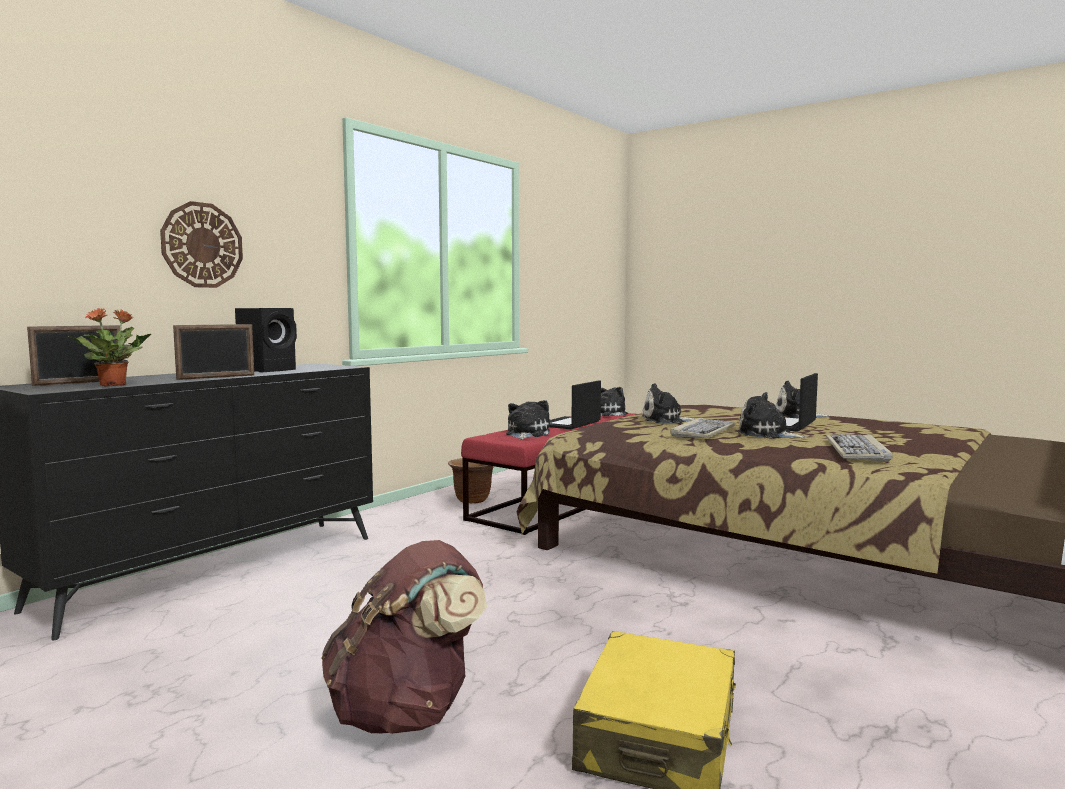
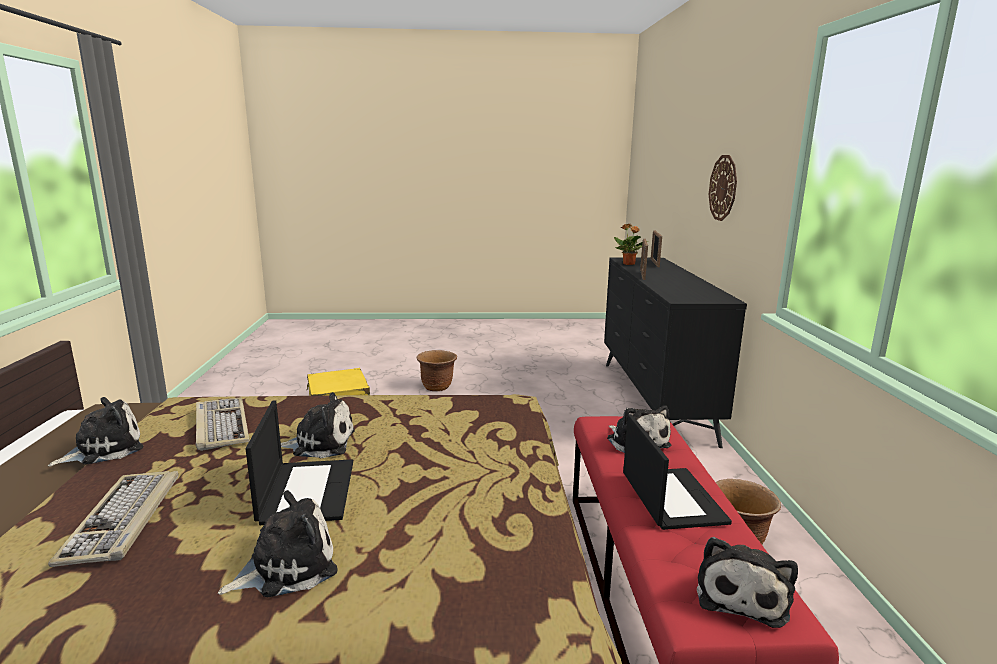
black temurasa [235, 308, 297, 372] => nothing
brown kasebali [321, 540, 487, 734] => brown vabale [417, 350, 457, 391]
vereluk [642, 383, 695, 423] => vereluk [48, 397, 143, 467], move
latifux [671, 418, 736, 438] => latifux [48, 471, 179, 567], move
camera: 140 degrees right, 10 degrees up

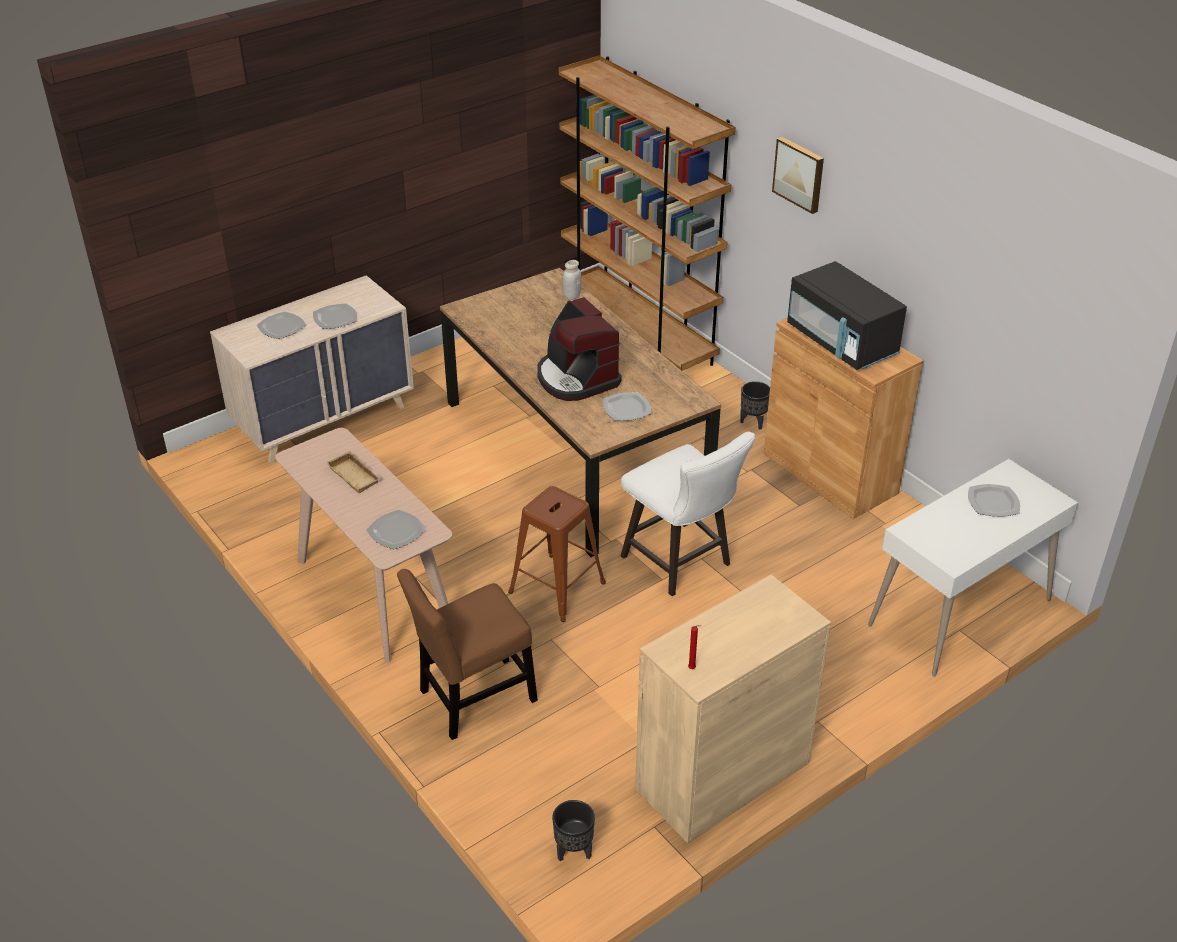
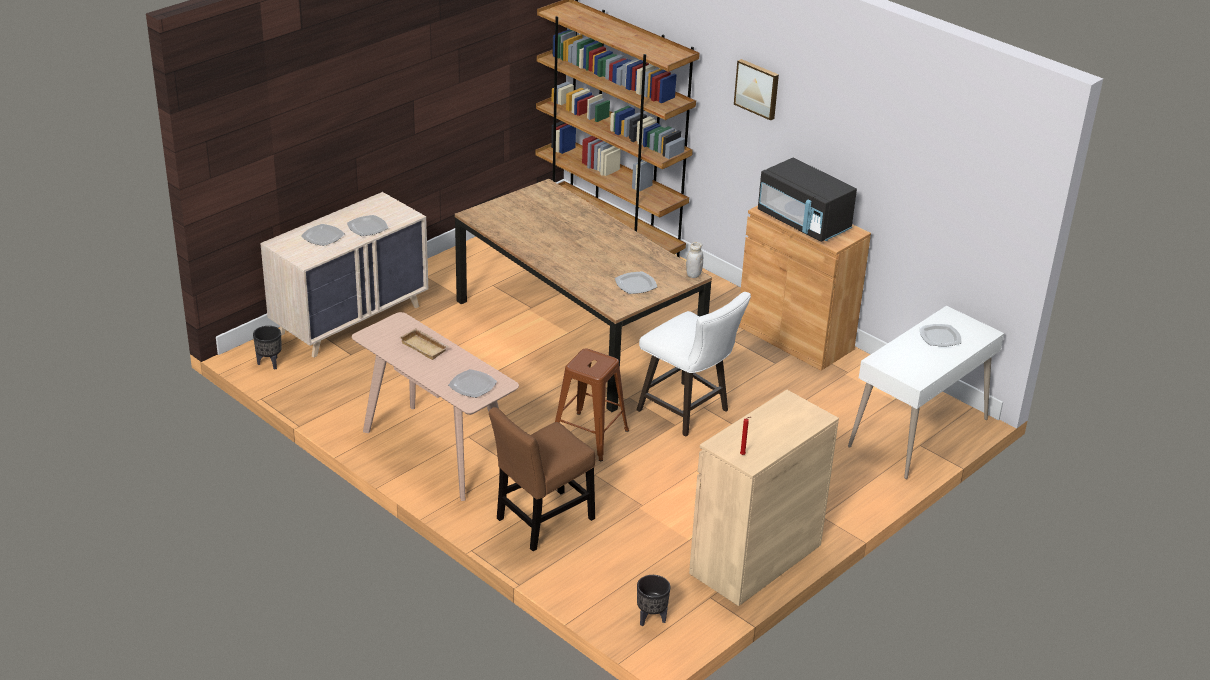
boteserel [537, 297, 622, 401] => nothing
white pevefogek [562, 260, 582, 300] => white pevefogek [686, 242, 703, 278], move
black vabale [740, 381, 770, 430] => black vabale [253, 326, 282, 370], move
camera: 10 degrees left, 5 degrees down

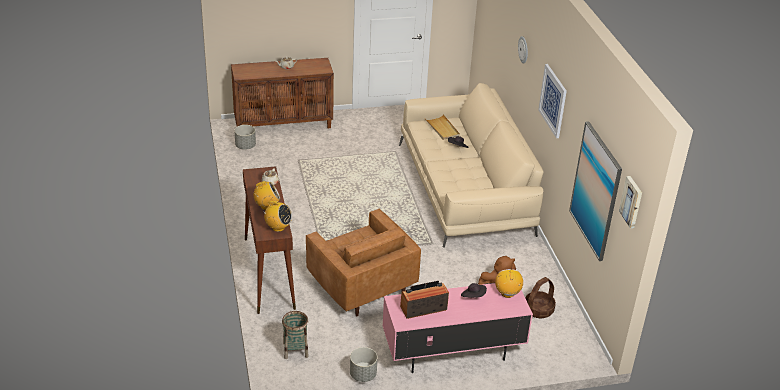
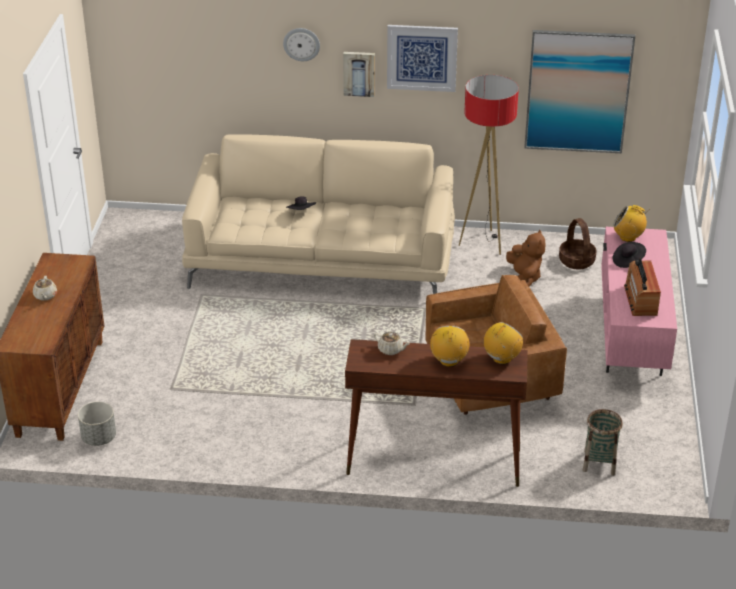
grey vabale [350, 347, 378, 382] => nothing
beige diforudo [425, 114, 460, 140] => nothing
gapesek [619, 176, 642, 228] => gapesek [343, 52, 375, 97], move
nothing => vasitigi [459, 75, 519, 255]
camera: 70 degrees left, 0 degrees up

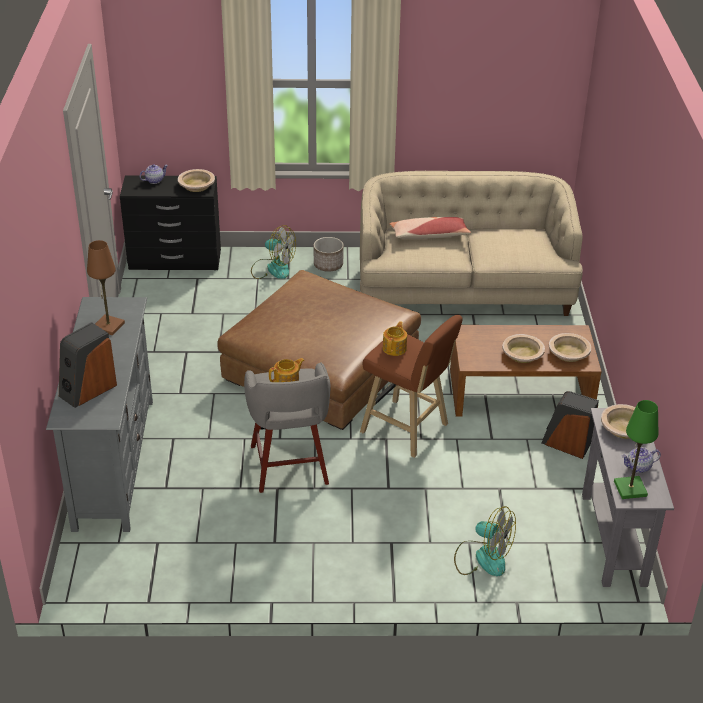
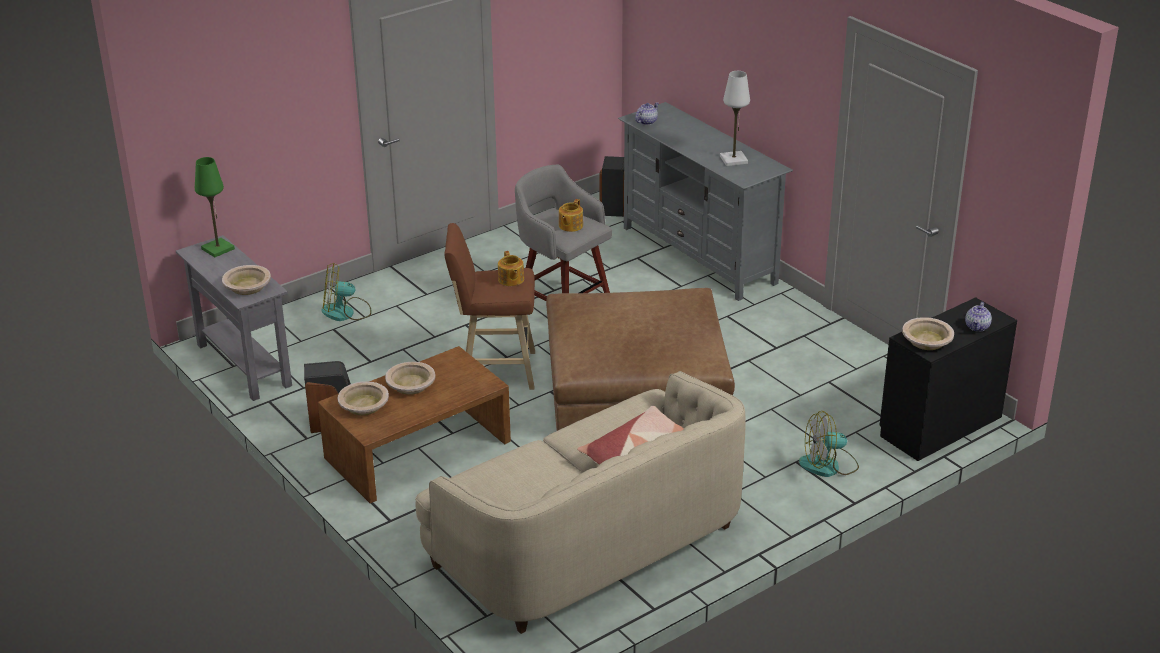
temurasa [59, 322, 117, 408] => temurasa [599, 156, 624, 217], move
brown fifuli [87, 240, 125, 335] => white fifuli [720, 71, 750, 166]
vabale [314, 237, 344, 272] => nothing
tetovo [622, 447, 661, 473] => tetovo [635, 102, 659, 125], move
camera: 145 degrees right, 5 degrees down

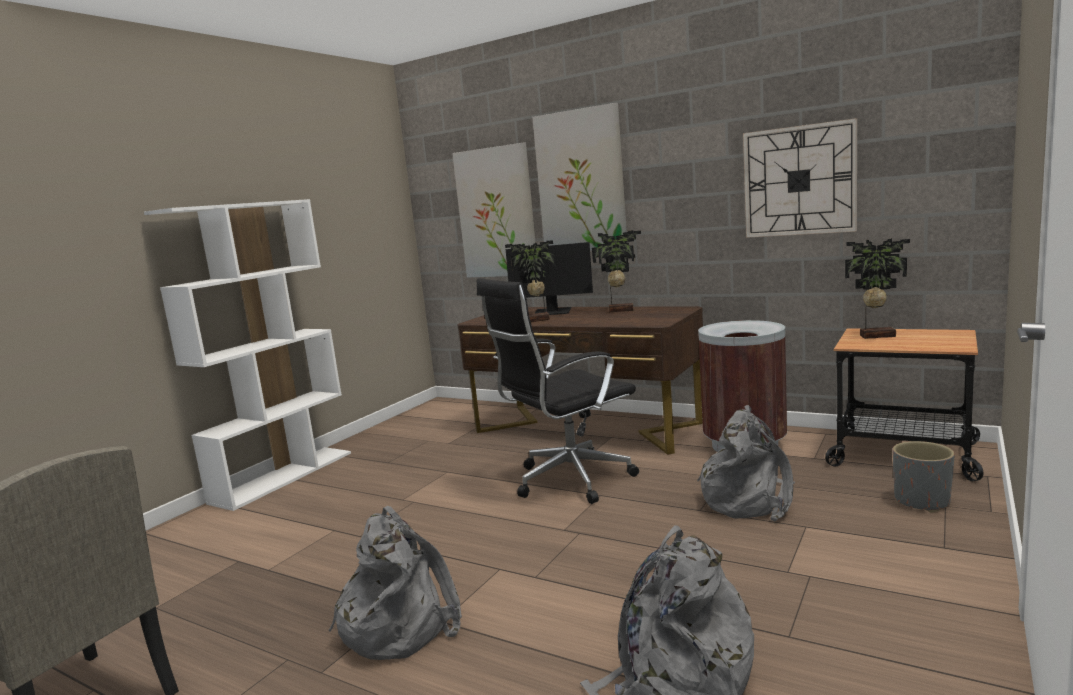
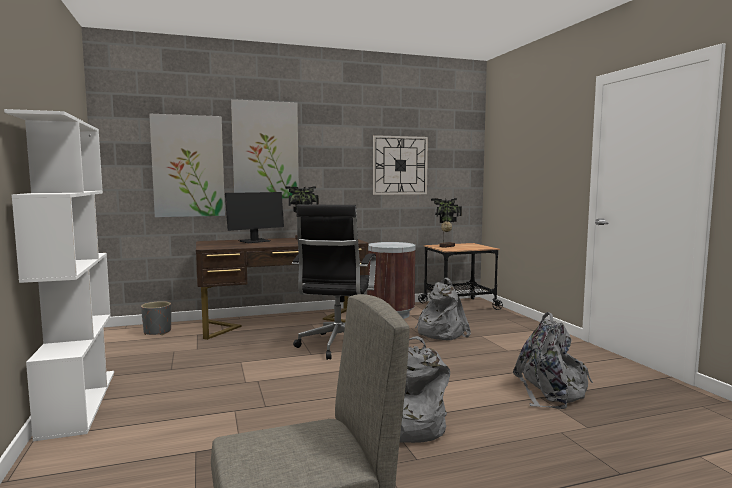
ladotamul [505, 240, 557, 322] => nothing
grey vabale [893, 441, 955, 513] => grey vabale [141, 301, 171, 335], move
camera: 50 degrees left, 5 degrees down

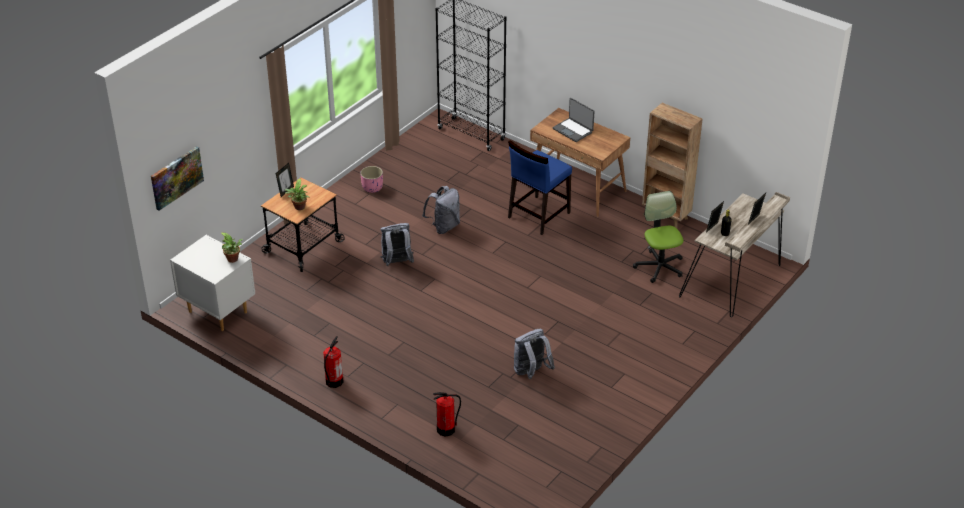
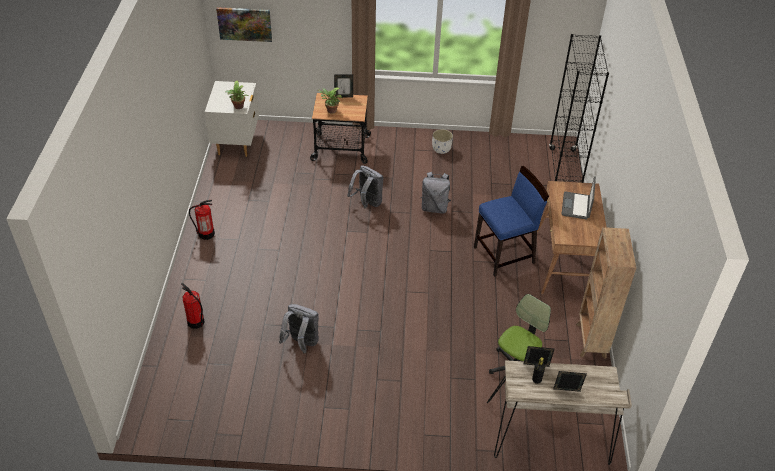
pink vabale [360, 166, 383, 193] => white vabale [432, 129, 453, 154]
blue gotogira [508, 140, 572, 235] => blue gotogira [474, 166, 549, 277], 150 degrees clockwise
camera: 55 degrees right, 5 degrees up

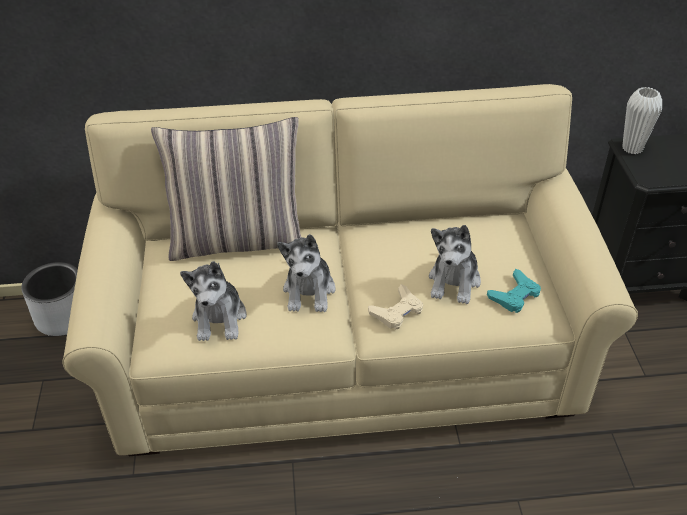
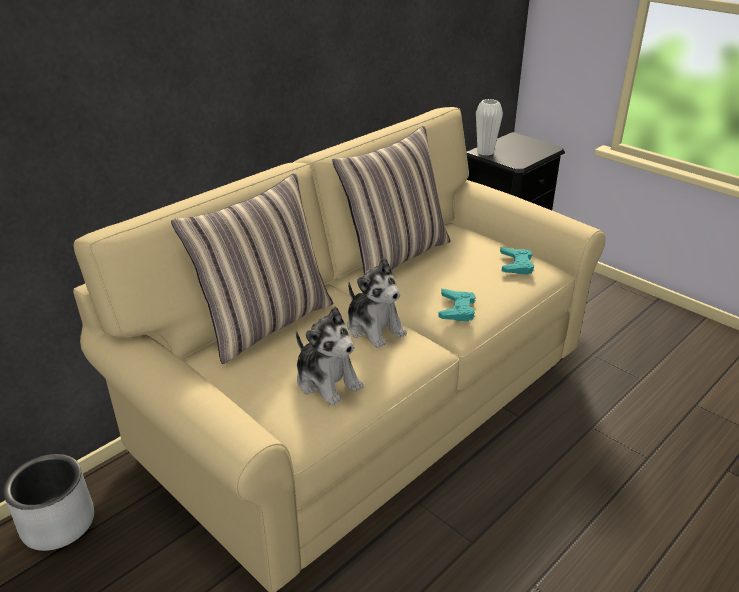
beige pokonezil [368, 284, 423, 330] => turquoise pokonezil [438, 289, 476, 321]
vereluk [429, 225, 481, 304] => nothing
nothing => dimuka [332, 126, 451, 273]
camera: 40 degrees left, 10 degrees down

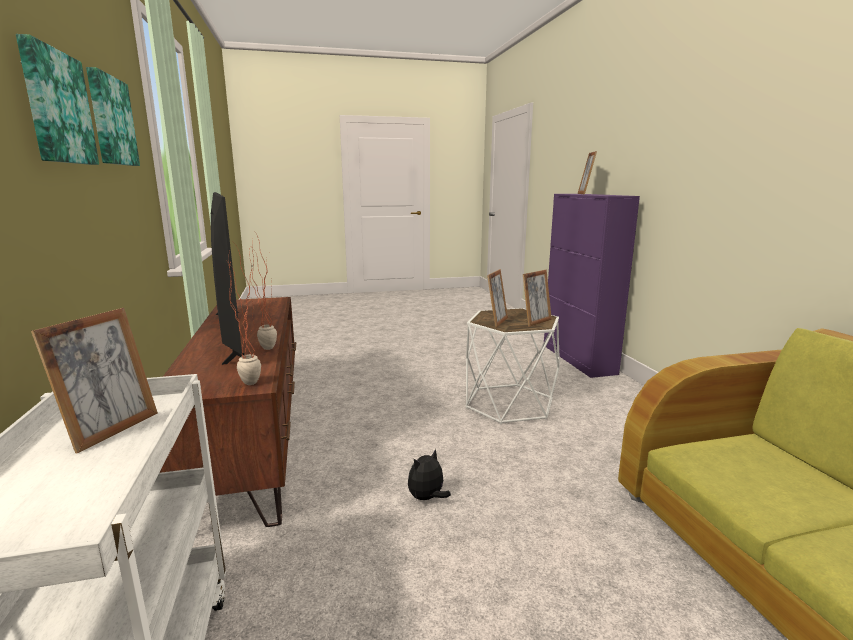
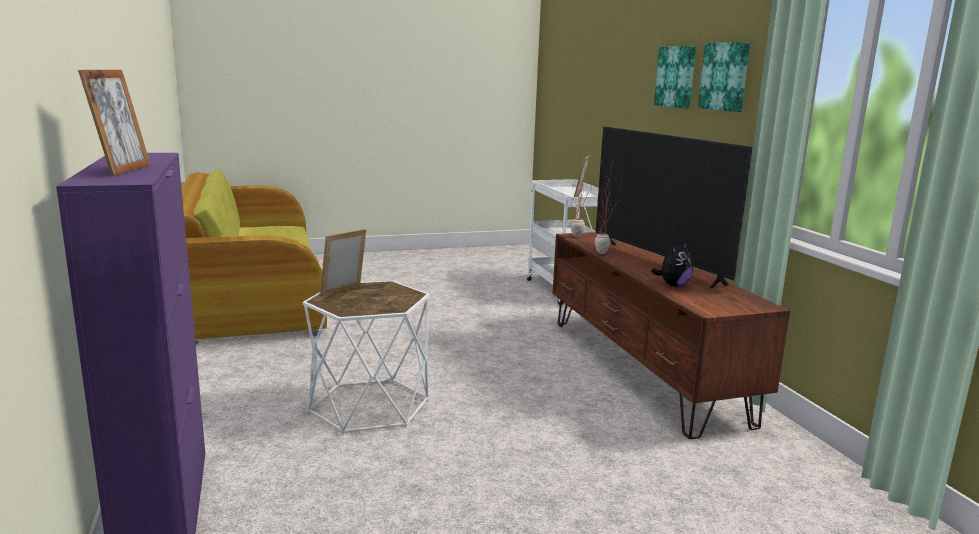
vereluk [408, 449, 451, 501] => vereluk [651, 241, 693, 287], move
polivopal [487, 269, 508, 328] => nothing
camera: 175 degrees right, 0 degrees up

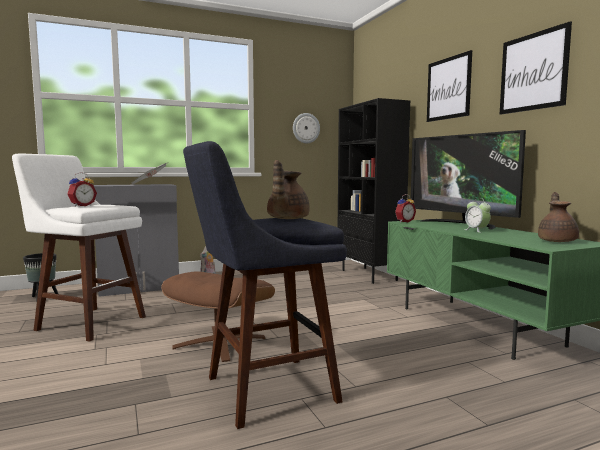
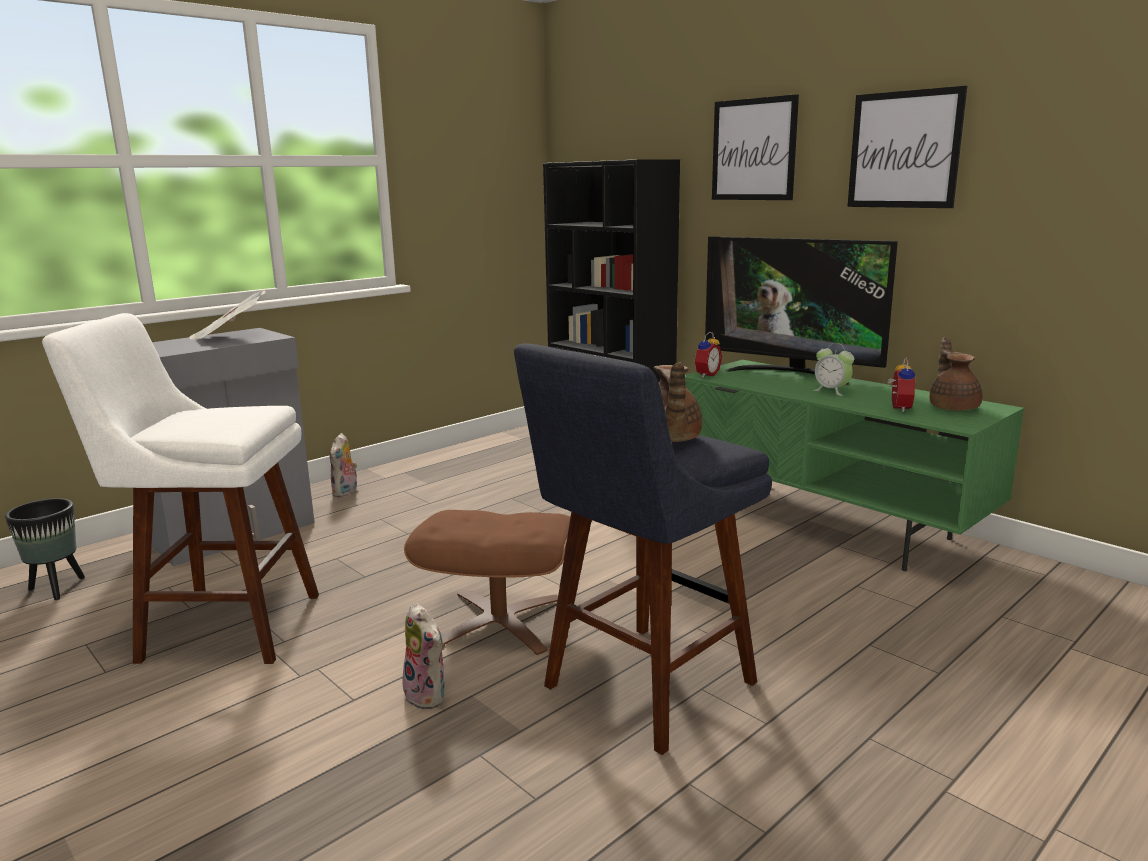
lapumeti [67, 172, 97, 207] => lapumeti [887, 357, 916, 412], move
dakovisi [293, 113, 320, 143] => nothing
nothing => vereluk [402, 603, 445, 710]
camera: 20 degrees left, 10 degrees up

